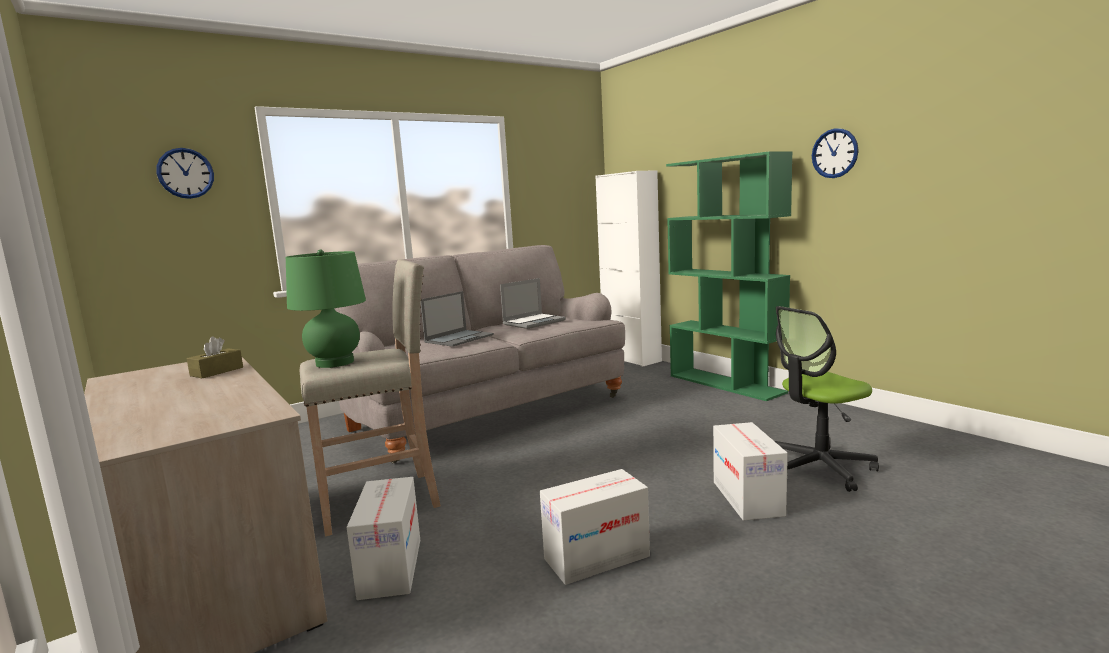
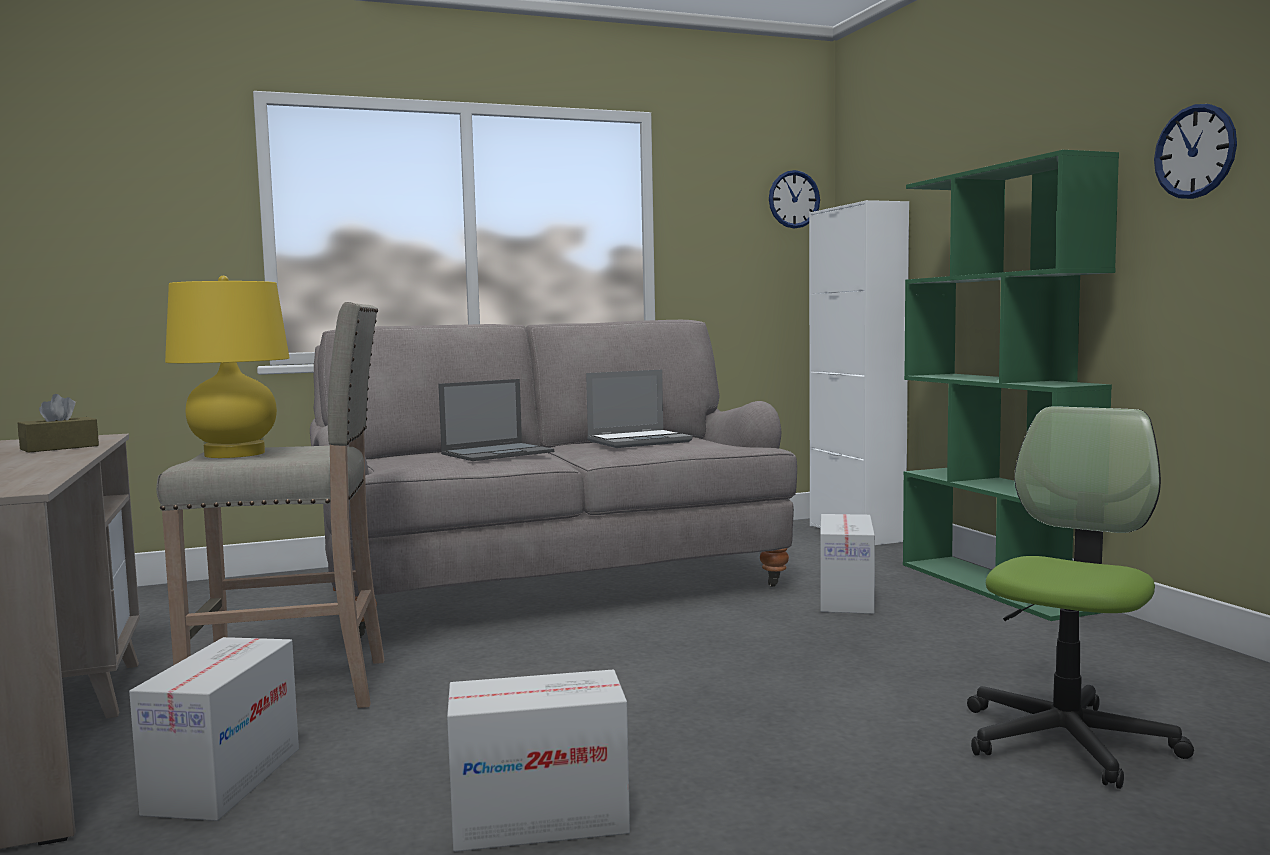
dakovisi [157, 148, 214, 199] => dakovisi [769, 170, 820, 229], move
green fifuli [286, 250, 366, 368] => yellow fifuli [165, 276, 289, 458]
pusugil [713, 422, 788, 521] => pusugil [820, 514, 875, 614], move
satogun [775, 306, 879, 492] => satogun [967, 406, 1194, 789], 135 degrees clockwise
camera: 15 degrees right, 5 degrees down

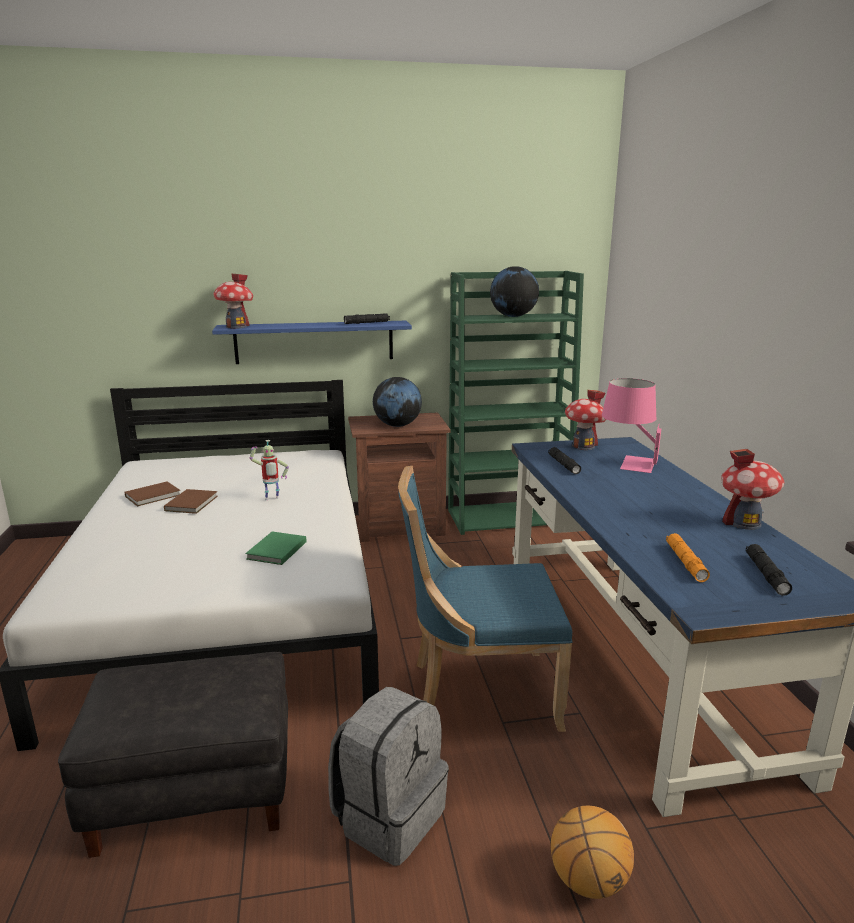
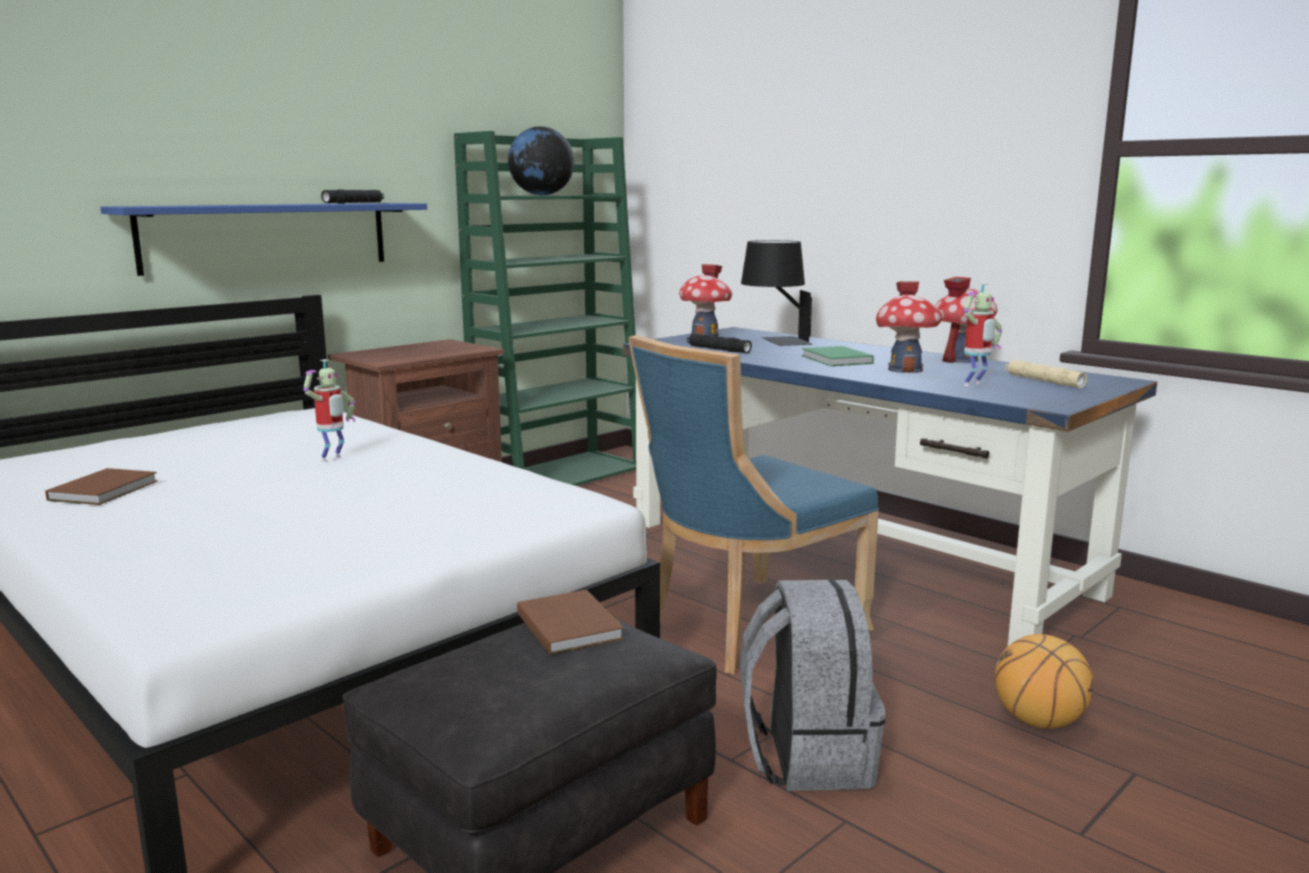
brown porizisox [164, 489, 218, 514] => brown porizisox [517, 590, 624, 655], move
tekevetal [213, 274, 253, 329] => tekevetal [876, 281, 942, 373], move
green porizisox [245, 531, 306, 565] => green porizisox [802, 346, 874, 366], move
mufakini [373, 377, 422, 427] => nothing
pink fifuli [602, 378, 661, 473] => black fifuli [741, 240, 813, 346]
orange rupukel [666, 533, 710, 582] => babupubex [963, 283, 1002, 386]
black rupukel [746, 544, 792, 596] => beige rupukel [1005, 360, 1087, 388]
camera: 35 degrees left, 5 degrees down

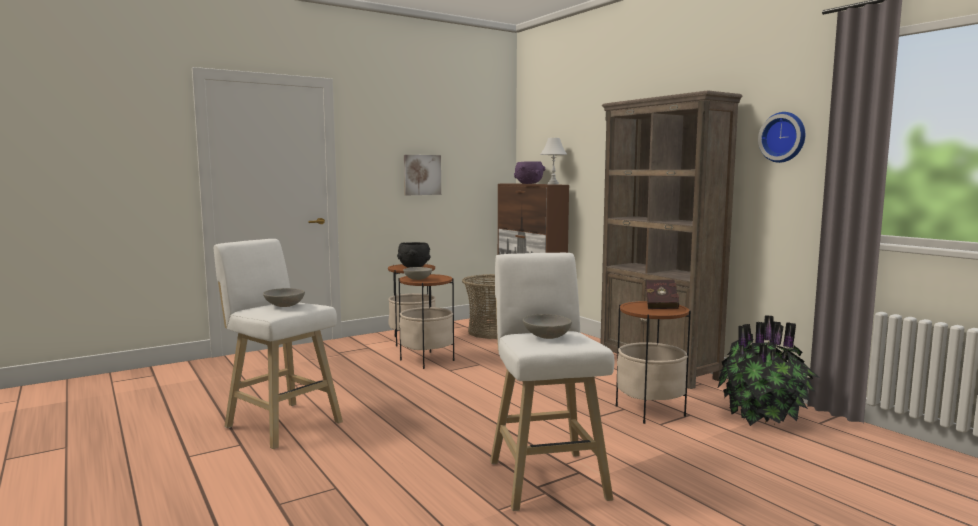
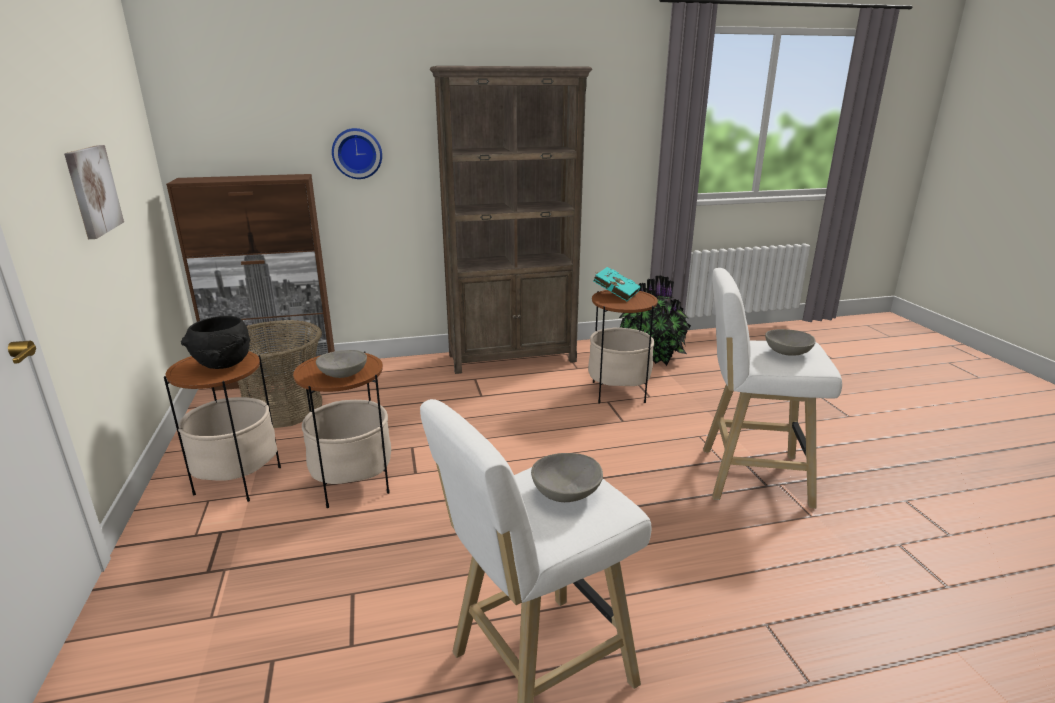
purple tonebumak [514, 161, 545, 184] => nothing
white fifuli [540, 138, 568, 185] => nothing
red porizisox [645, 280, 679, 309] => turquoise porizisox [593, 267, 641, 301]
dakovisi [758, 112, 805, 163] => dakovisi [332, 128, 382, 179], move
camera: 70 degrees left, 15 degrees up

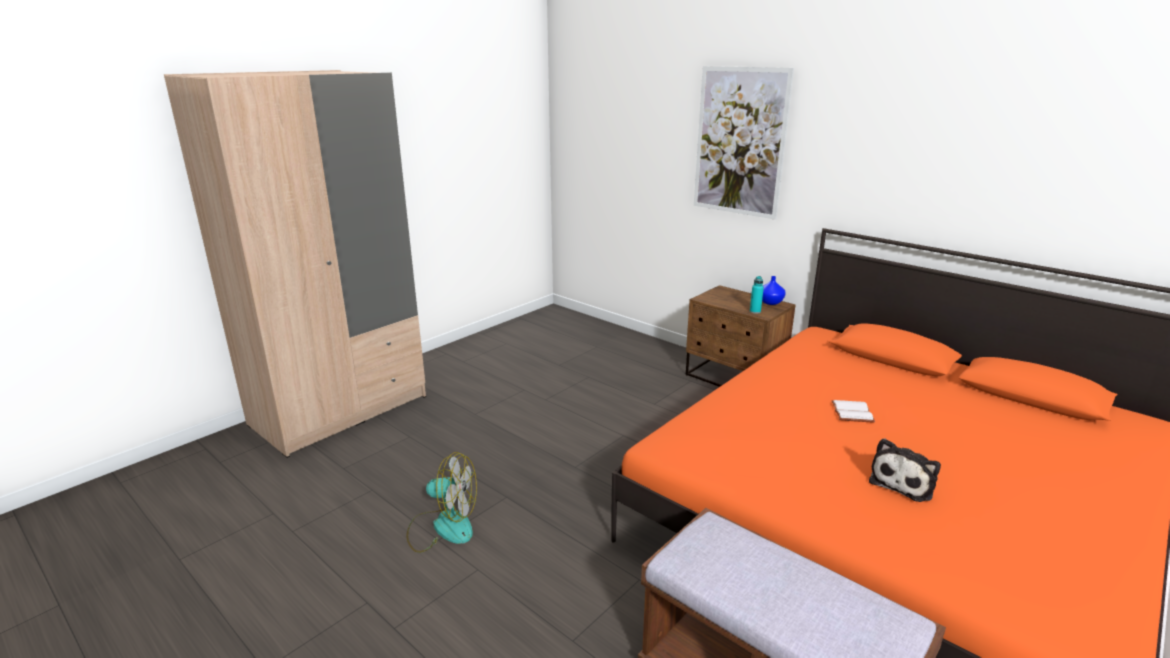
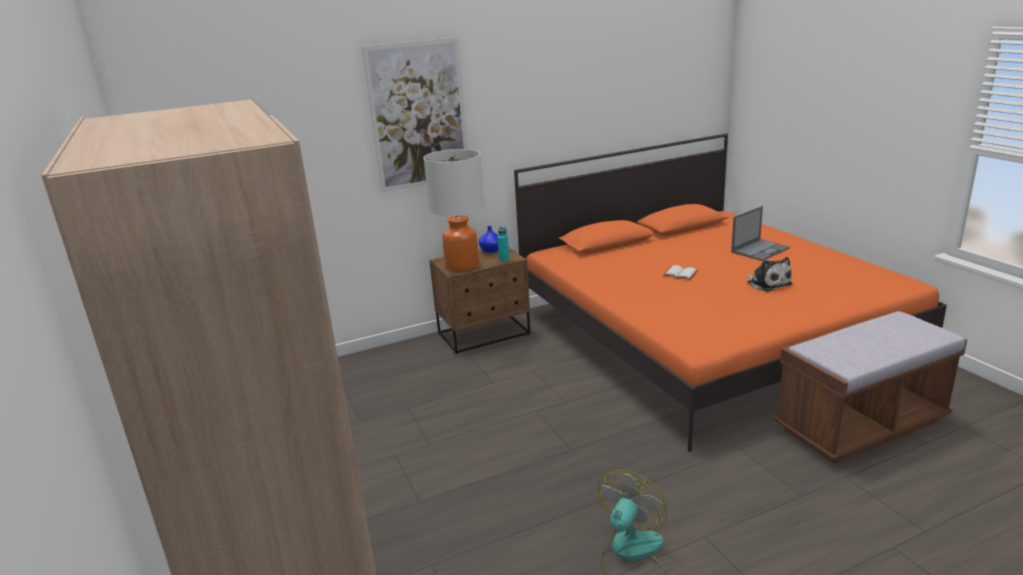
nothing => fifuli [423, 149, 484, 271]
nothing => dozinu [731, 206, 790, 261]
camera: 65 degrees left, 0 degrees up

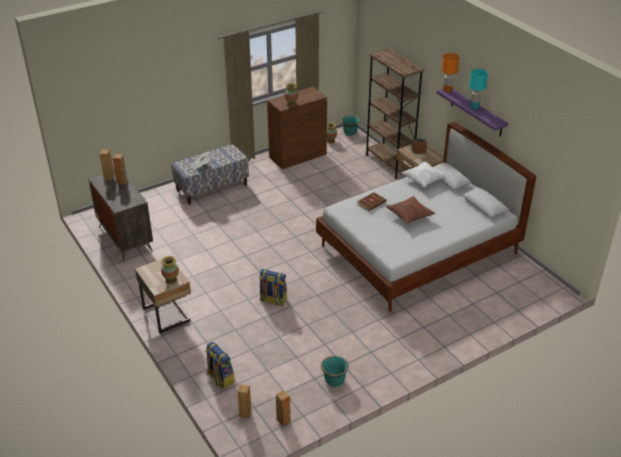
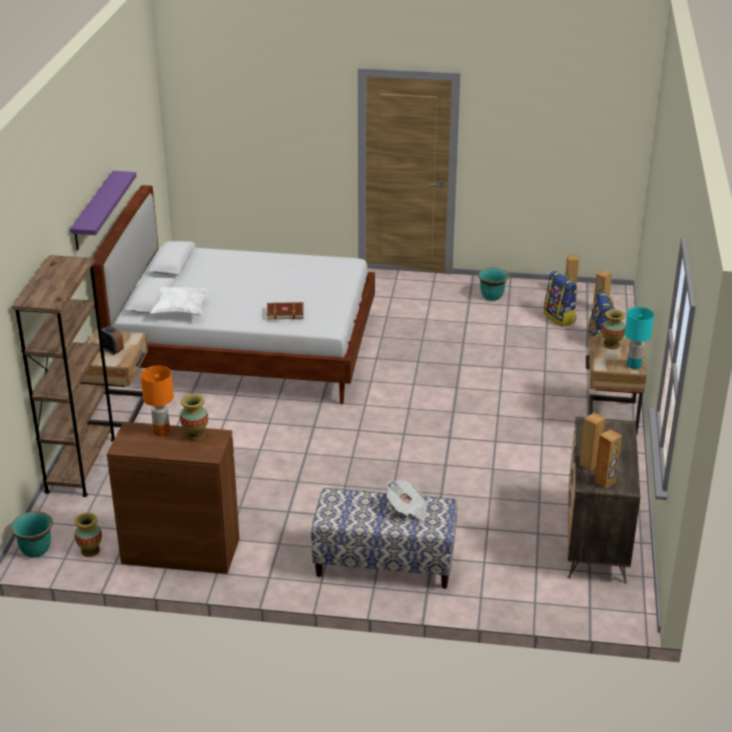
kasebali [259, 269, 287, 306] => kasebali [543, 271, 578, 327], move
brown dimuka [386, 196, 436, 225] => nothing
orange fifuli [442, 53, 460, 92] => orange fifuli [140, 366, 174, 436], move
turquoise fifuli [469, 69, 488, 109] => turquoise fifuli [625, 307, 654, 369], move
camera: 140 degrees left, 5 degrees down

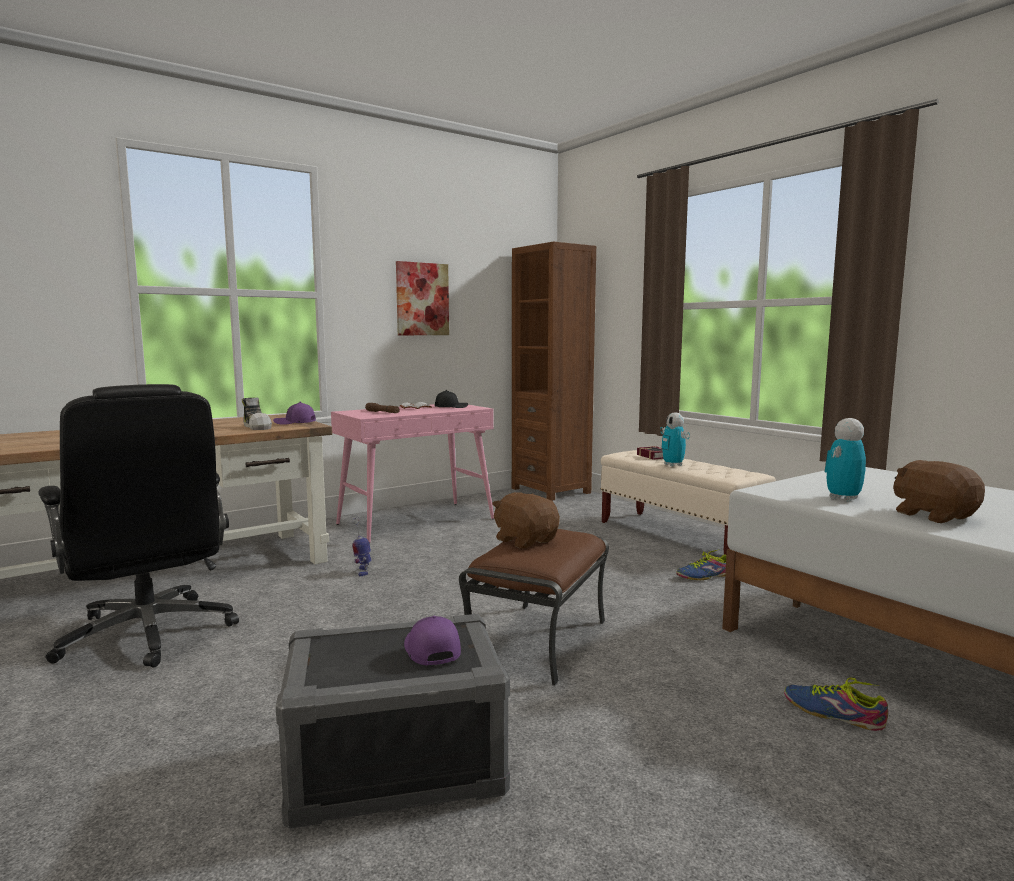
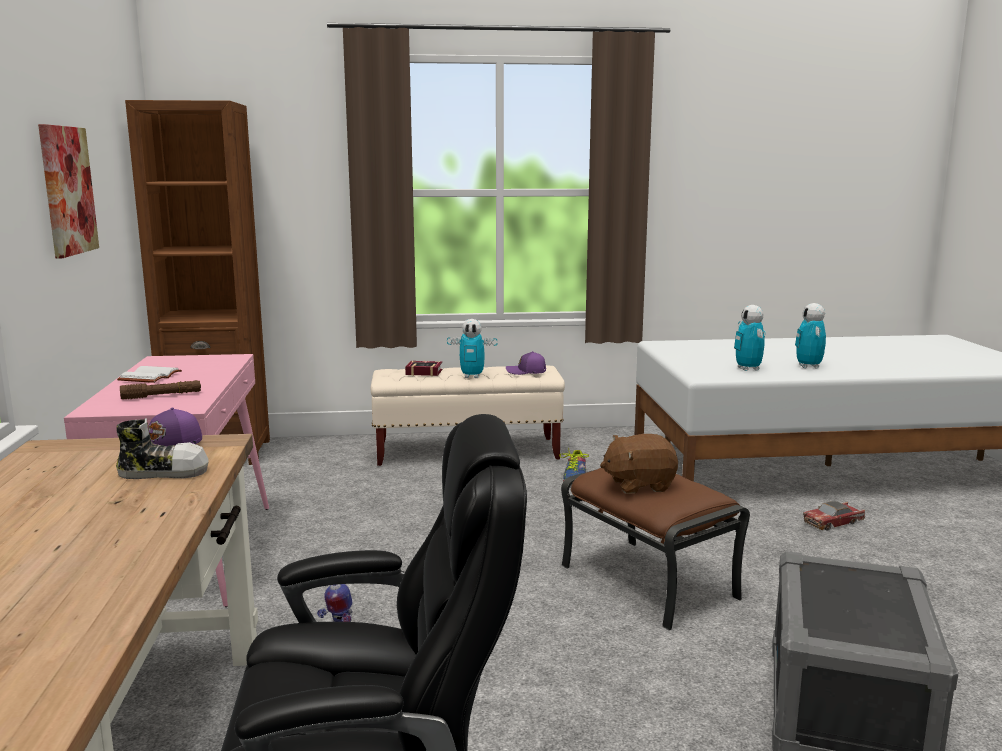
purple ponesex [404, 616, 461, 666] => purple ponesex [506, 351, 546, 375], move
black ponesex [435, 390, 468, 408] => nothing
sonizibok [784, 677, 888, 731] => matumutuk [803, 501, 865, 531]
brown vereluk [893, 460, 985, 523] => babupubex [795, 303, 826, 369]
camera: 60 degrees left, 5 degrees up

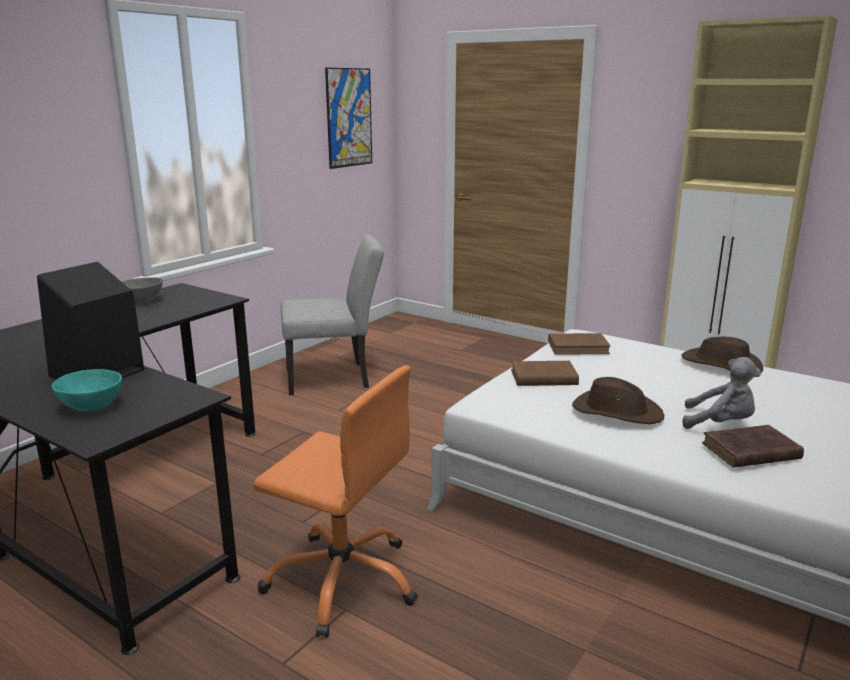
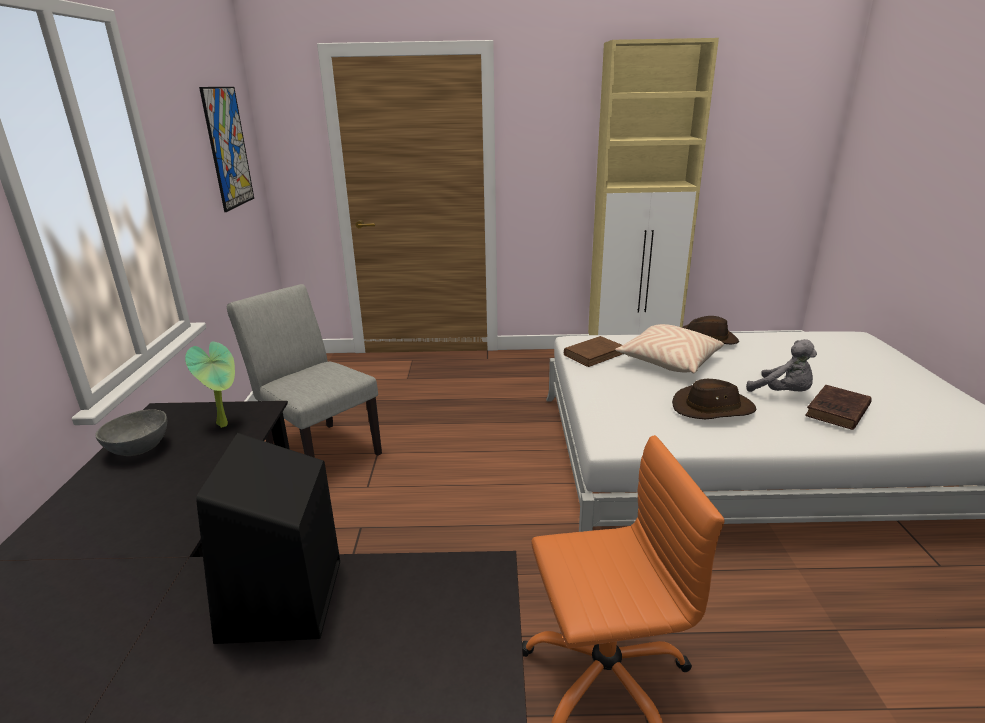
turquoise tonebumak [52, 369, 122, 411] => nothing
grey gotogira [281, 235, 384, 395] => grey gotogira [227, 284, 382, 458], 90 degrees counterclockwise
brown porizisox [511, 361, 579, 386] => nothing
grey vereluk [683, 357, 761, 429] => grey vereluk [746, 339, 817, 392], 60 degrees clockwise
nothing => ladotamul [185, 341, 235, 428]
nothing => beige dimuka [615, 324, 724, 374]
camera: 35 degrees left, 5 degrees up

